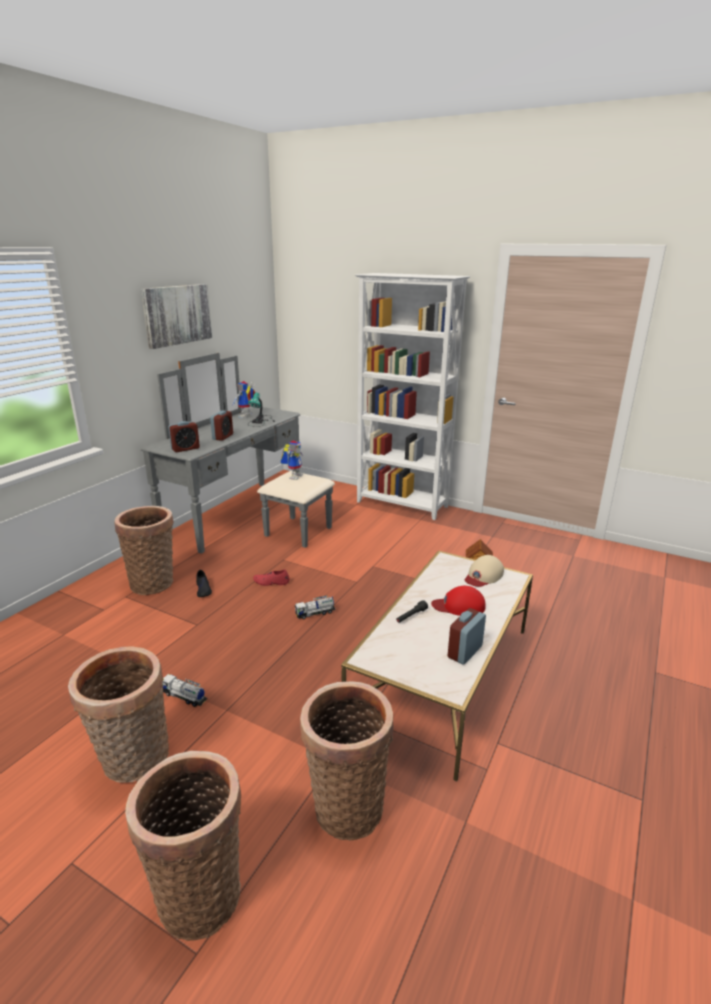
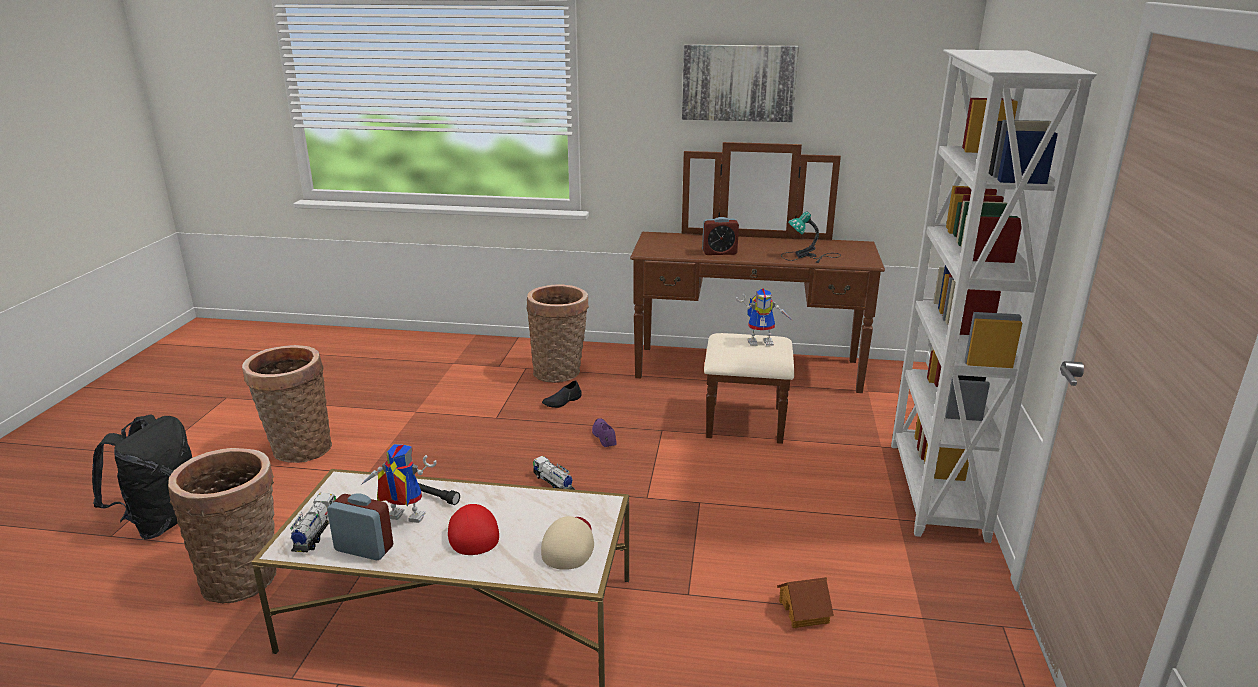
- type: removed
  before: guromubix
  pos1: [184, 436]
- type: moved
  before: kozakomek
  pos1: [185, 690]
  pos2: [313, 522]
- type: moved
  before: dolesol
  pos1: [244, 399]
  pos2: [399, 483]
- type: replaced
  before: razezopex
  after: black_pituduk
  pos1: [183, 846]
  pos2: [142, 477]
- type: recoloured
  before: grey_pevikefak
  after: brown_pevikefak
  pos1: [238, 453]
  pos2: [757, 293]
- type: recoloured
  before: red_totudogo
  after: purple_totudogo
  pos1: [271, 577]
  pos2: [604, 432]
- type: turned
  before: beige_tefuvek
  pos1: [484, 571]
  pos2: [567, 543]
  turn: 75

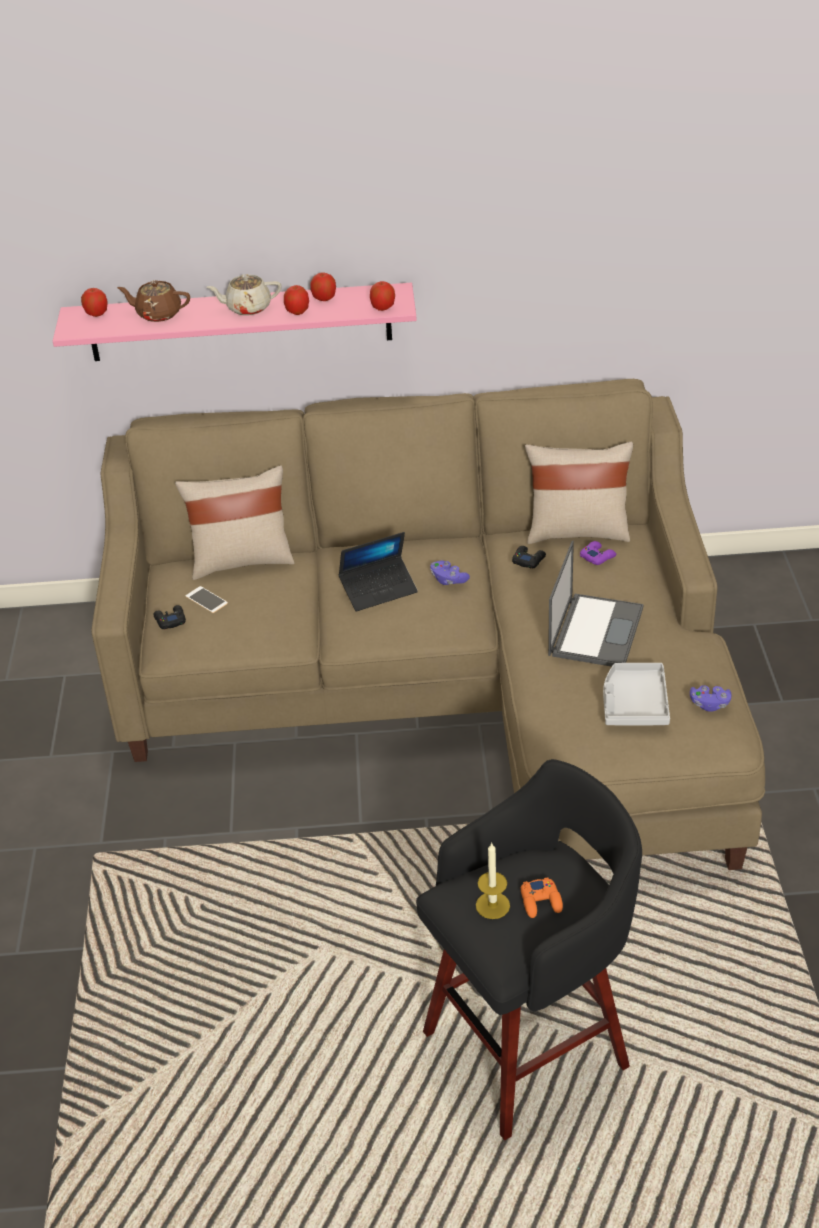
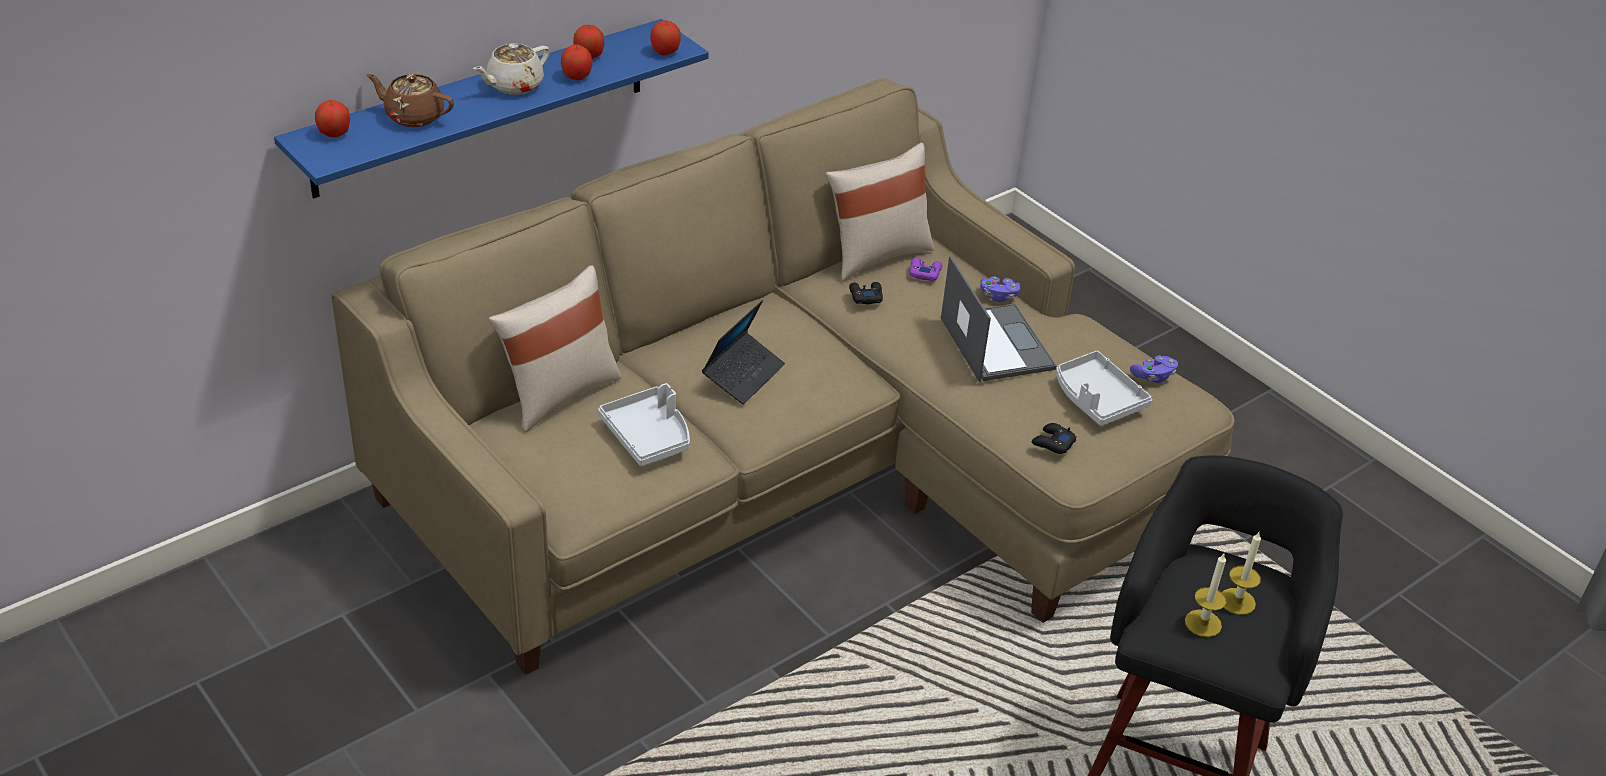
- type: removed
  before: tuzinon
  pos1: [207, 599]
- type: added
  after: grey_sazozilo
  pos2: [644, 424]
- type: moved
  before: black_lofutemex
  pos1: [169, 617]
  pos2: [1054, 438]
- type: moved
  before: purple_lofutemex
  pos1: [450, 573]
  pos2: [1000, 289]
- type: replaced
  before: orange_lofutemex
  after: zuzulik
  pos1: [542, 897]
  pos2: [1241, 573]
- type: recoloured
  before: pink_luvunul
  after: blue_luvunul
  pos1: [235, 322]
  pos2: [491, 108]
- type: turned
  before: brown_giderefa
  pos1: [153, 301]
  pos2: [410, 100]
  turn: 45

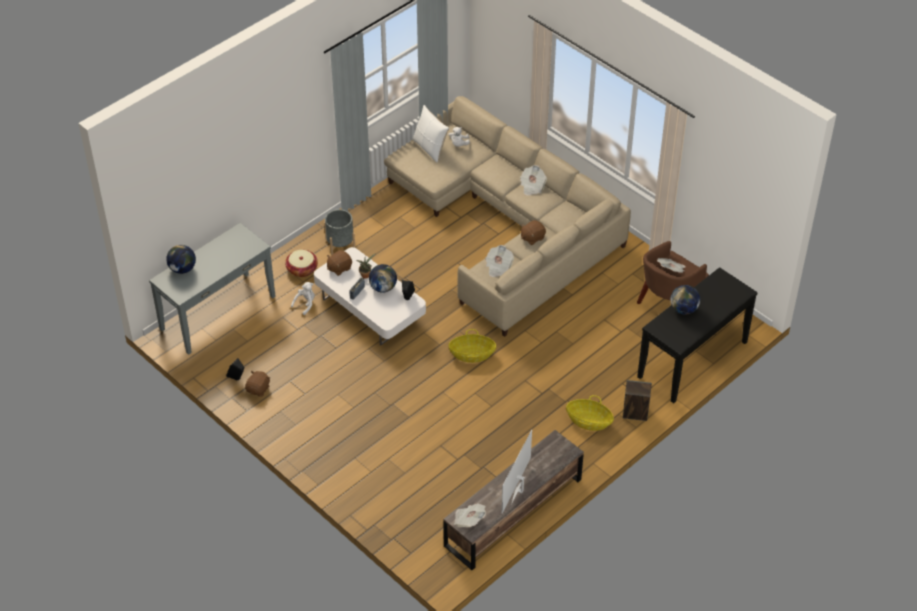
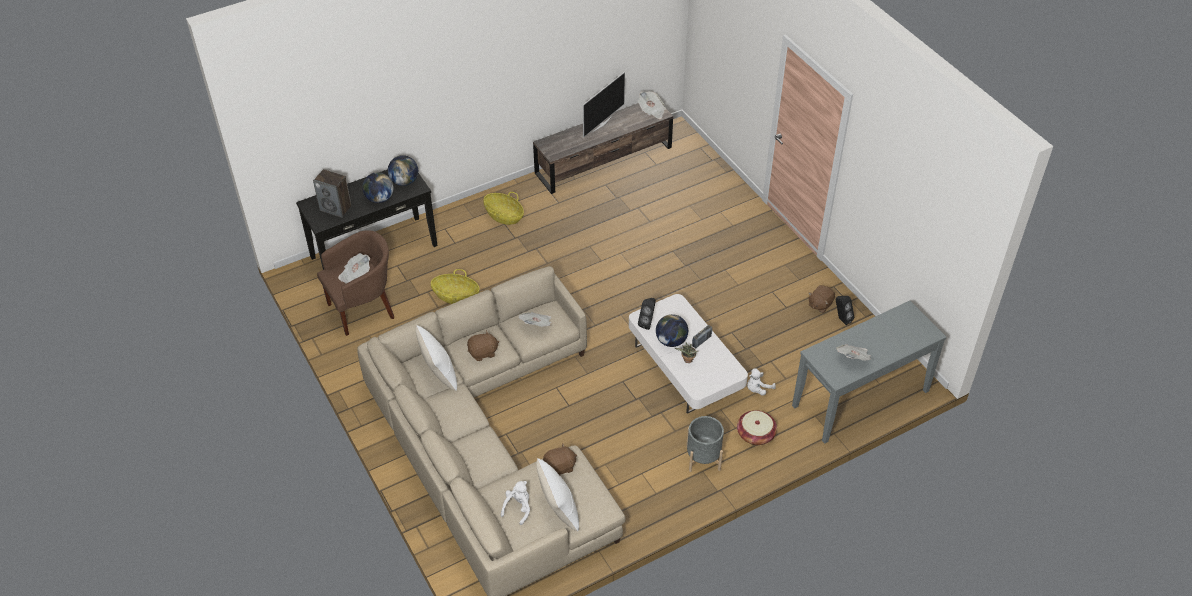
- type: added
  after: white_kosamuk
  pos2: [436, 358]
- type: moved
  before: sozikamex
  pos1: [181, 259]
  pos2: [403, 170]
- type: moved
  before: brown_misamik
  pos1: [339, 263]
  pos2: [560, 459]
- type: moved
  before: razezopex
  pos1: [472, 346]
  pos2: [455, 286]
- type: moved
  before: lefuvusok
  pos1: [533, 180]
  pos2: [853, 352]
- type: moved
  before: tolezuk
  pos1: [637, 400]
  pos2: [332, 193]

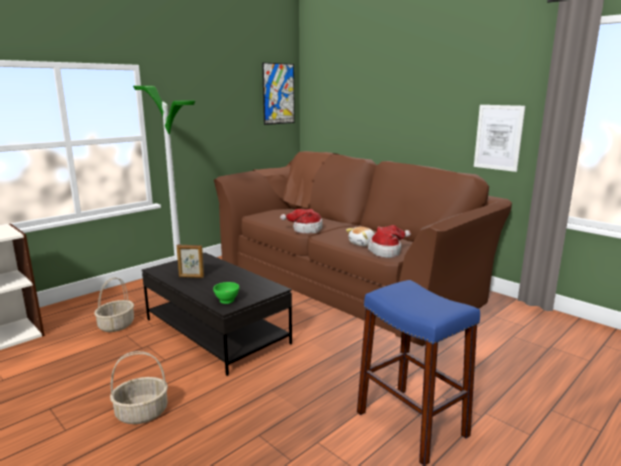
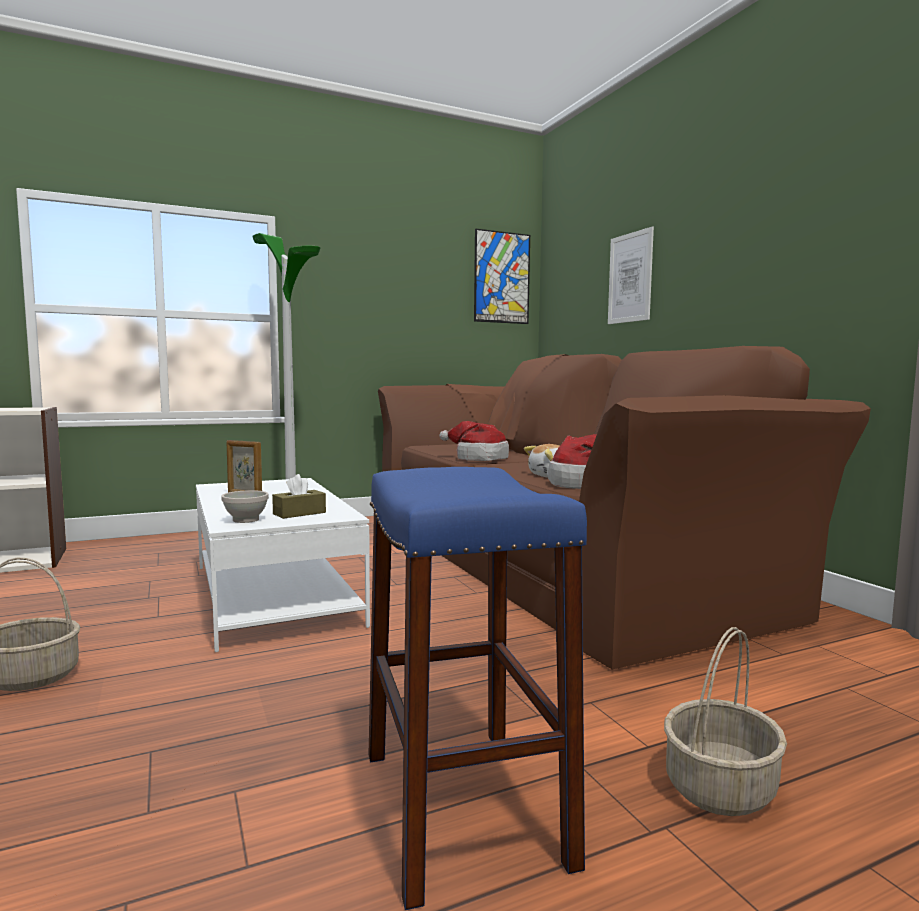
- type: added
  after: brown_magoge
  pos2: [299, 496]
- type: moved
  before: razezopex
  pos1: [114, 304]
  pos2: [725, 721]
- type: moved
  before: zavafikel
  pos1: [499, 138]
  pos2: [631, 275]
- type: recoloured
  before: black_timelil
  after: white_timelil
  pos1: [217, 314]
  pos2: [283, 565]
- type: recoloured
  before: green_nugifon
  after: white_nugifon
  pos1: [226, 293]
  pos2: [245, 506]

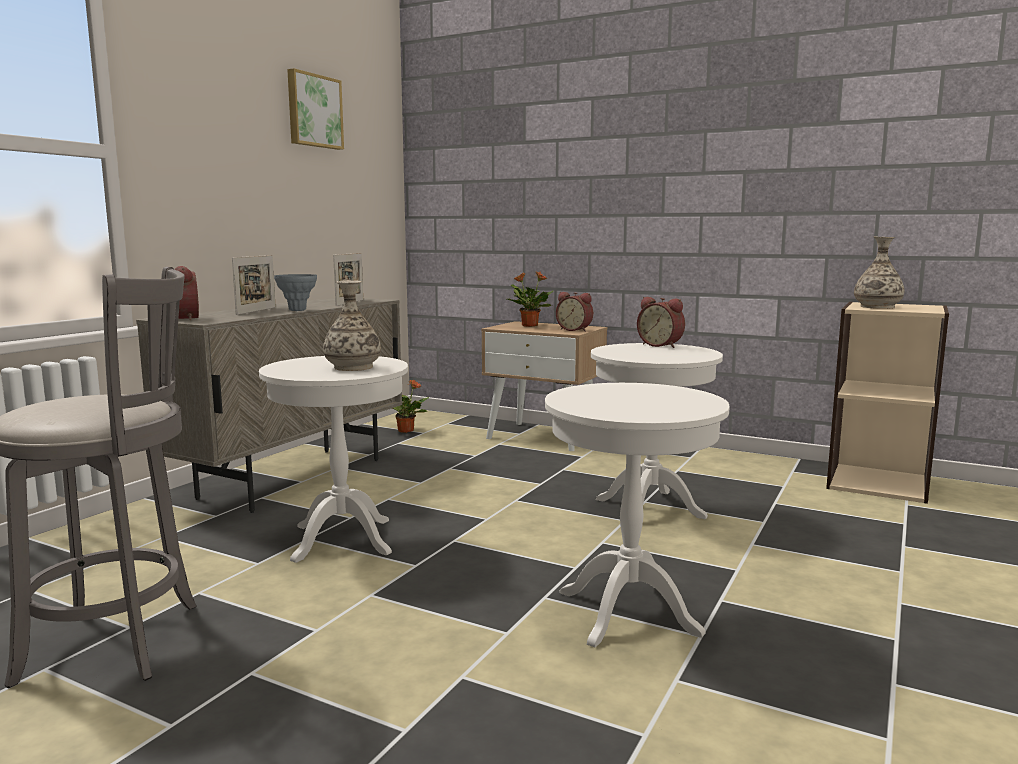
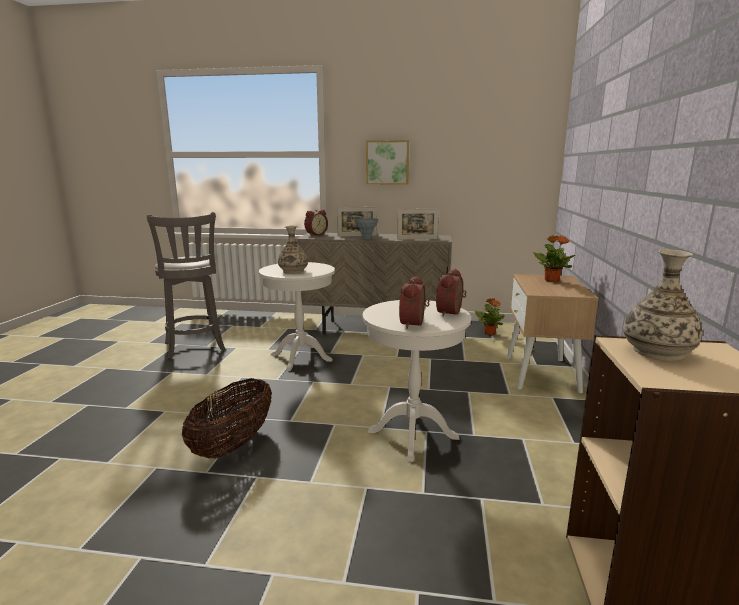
- type: moved
  before: zavafikel
  pos1: [315, 109]
  pos2: [387, 162]
- type: moved
  before: guromubix
  pos1: [574, 312]
  pos2: [414, 302]
- type: replaced
  before: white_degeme
  after: razezopex
  pos1: [637, 515]
  pos2: [227, 418]

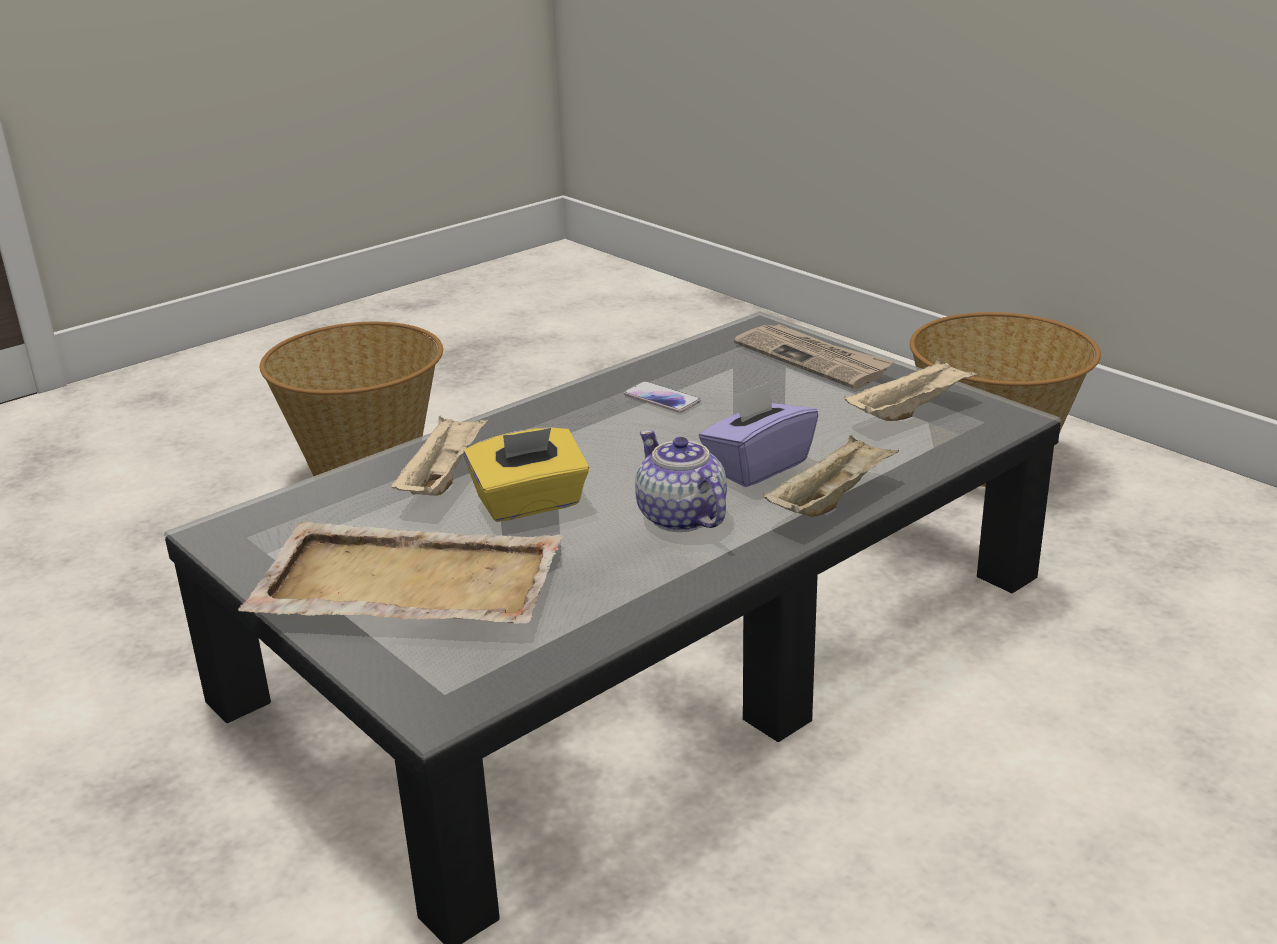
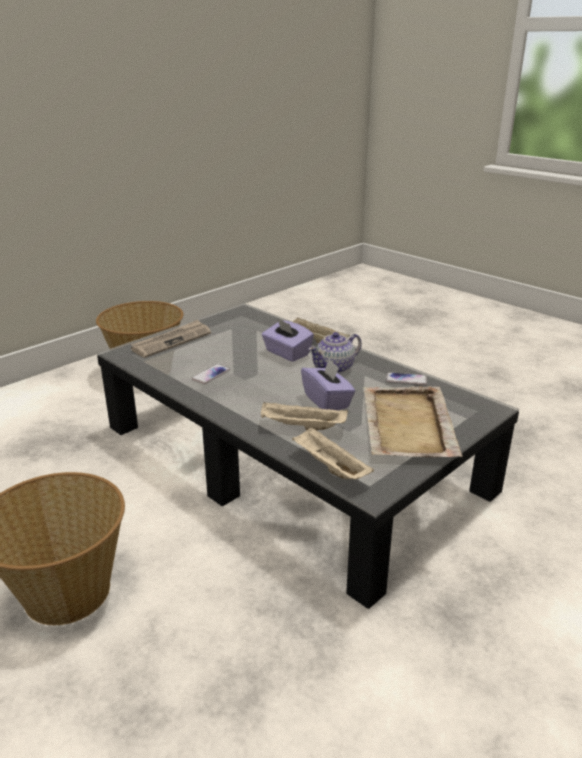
- type: added
  after: tuzinon
  pos2: [406, 378]
- type: moved
  before: beige_sazozilo
  pos1: [911, 389]
  pos2: [333, 453]
- type: recoloured
  before: yellow_magoge
  after: purple_magoge
  pos1: [526, 474]
  pos2: [328, 384]

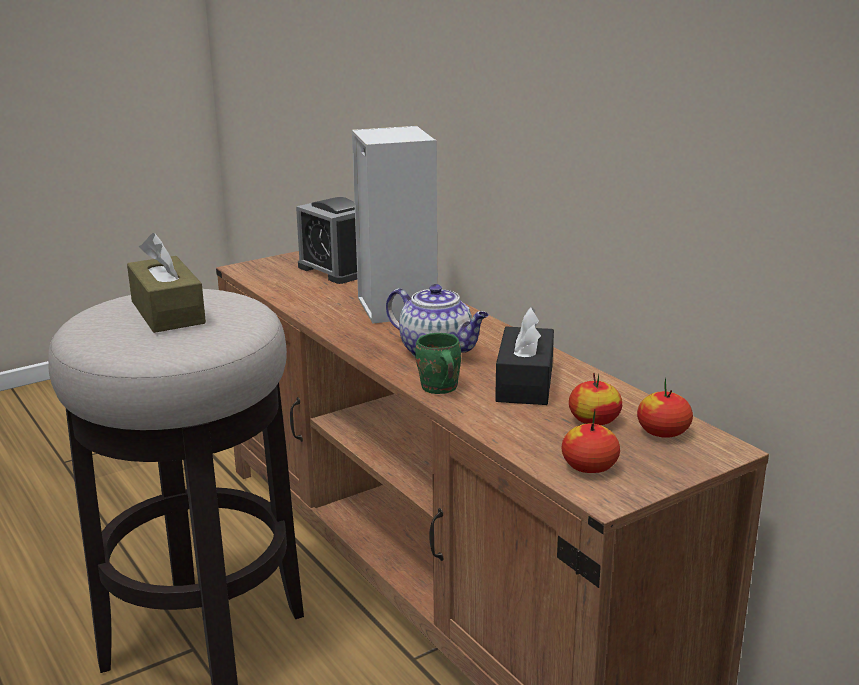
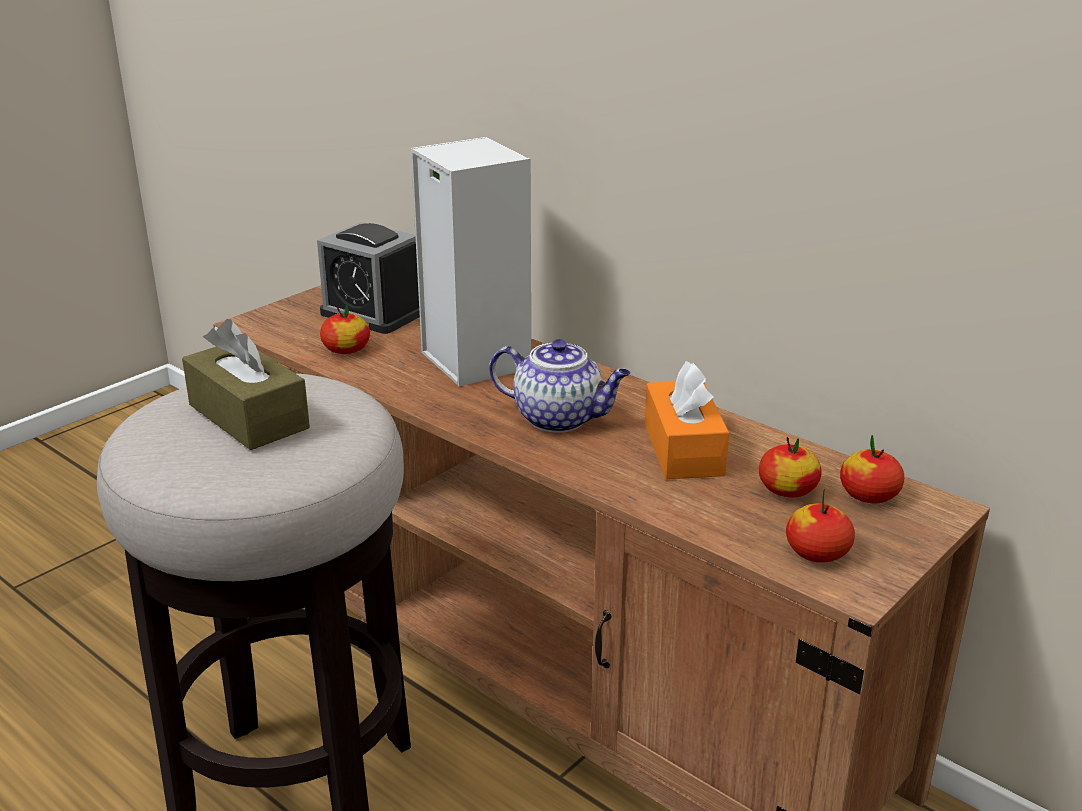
- type: removed
  before: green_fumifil
  pos1: [438, 363]
- type: added
  after: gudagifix
  pos2: [345, 329]
- type: recoloured
  before: black_magoge
  after: orange_magoge
  pos1: [524, 356]
  pos2: [687, 420]

